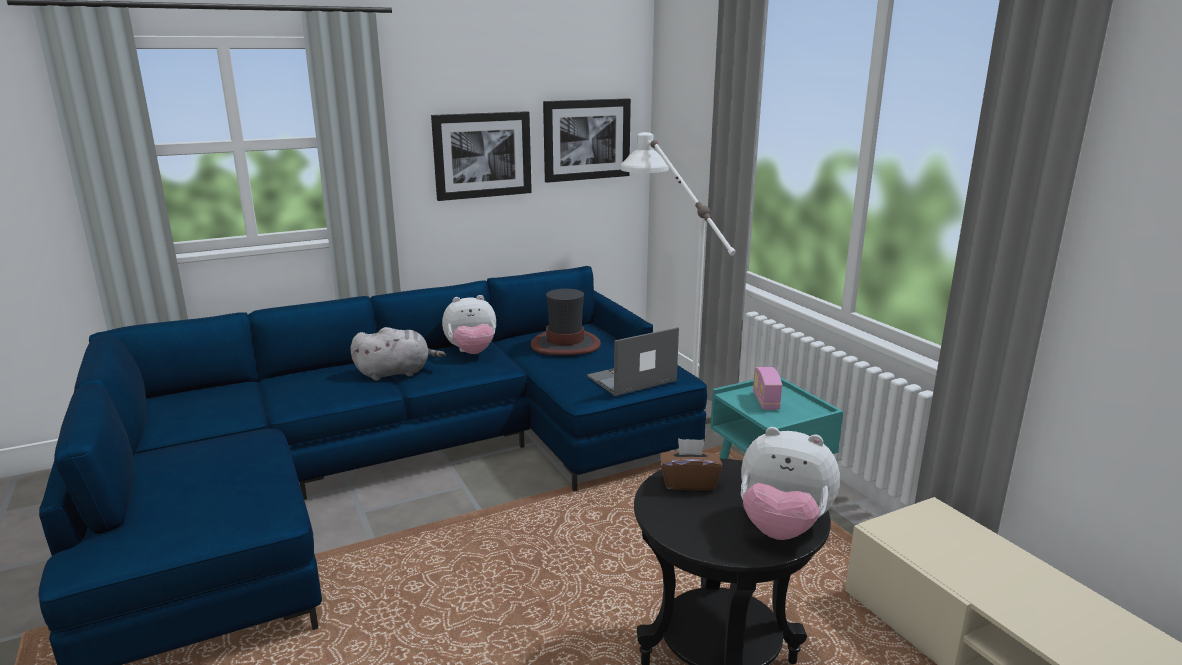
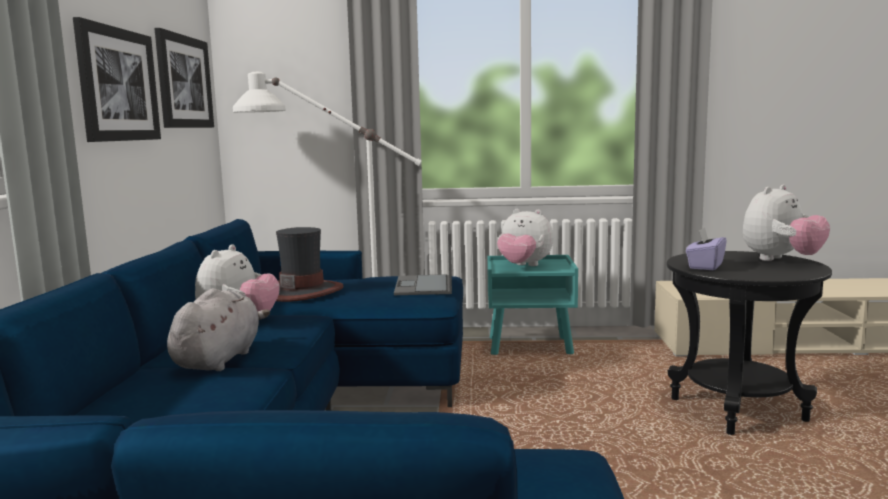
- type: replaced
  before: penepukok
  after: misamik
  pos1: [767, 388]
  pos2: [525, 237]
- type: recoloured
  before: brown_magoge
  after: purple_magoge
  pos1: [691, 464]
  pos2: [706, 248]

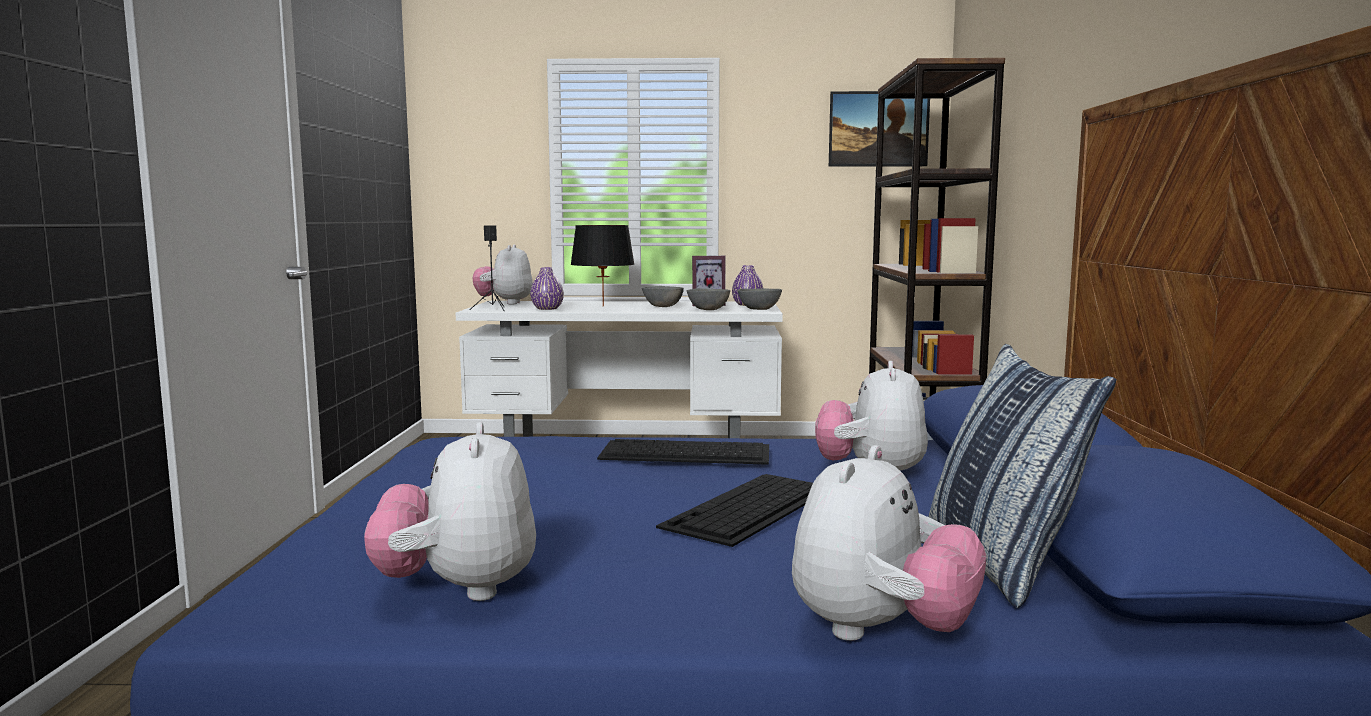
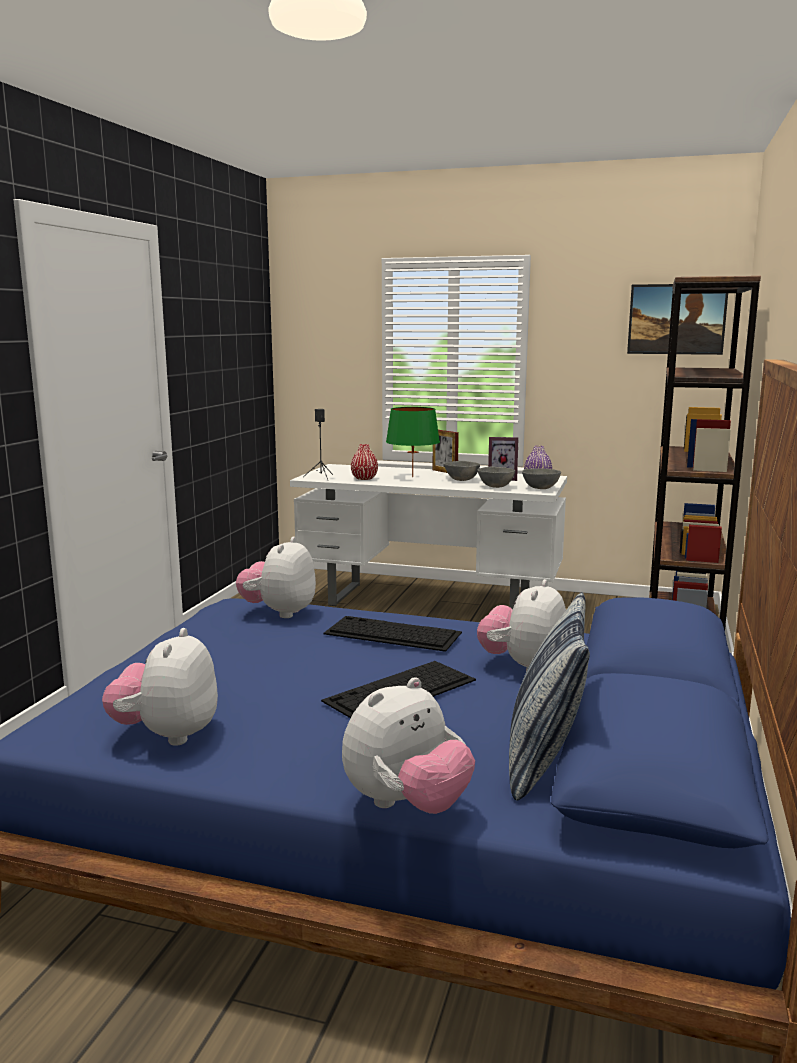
- type: added
  after: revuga
  pos2: [445, 451]
- type: moved
  before: misamik
  pos1: [503, 274]
  pos2: [276, 577]
- type: recoloured
  before: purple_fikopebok
  after: red_fikopebok
  pos1: [547, 288]
  pos2: [364, 462]
- type: recoloured
  before: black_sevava
  after: green_sevava
  pos1: [602, 266]
  pos2: [413, 442]

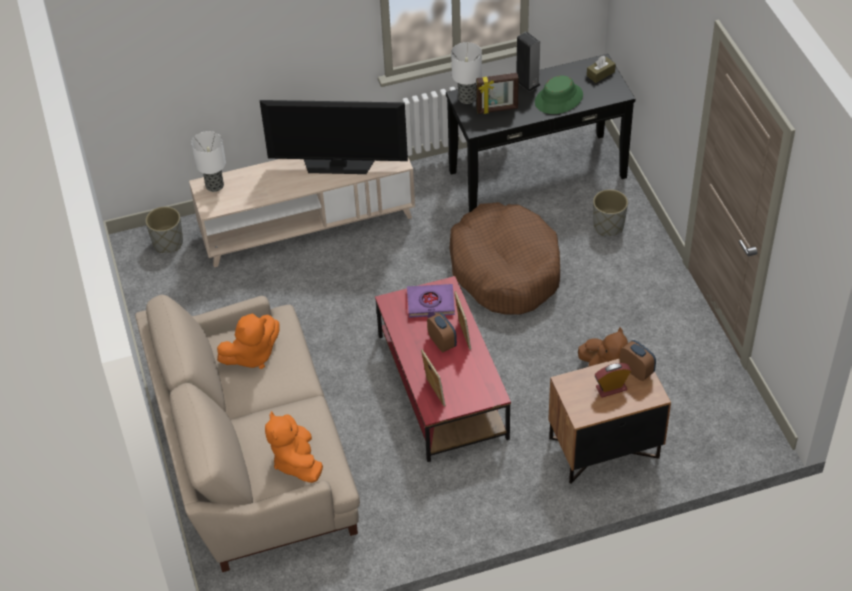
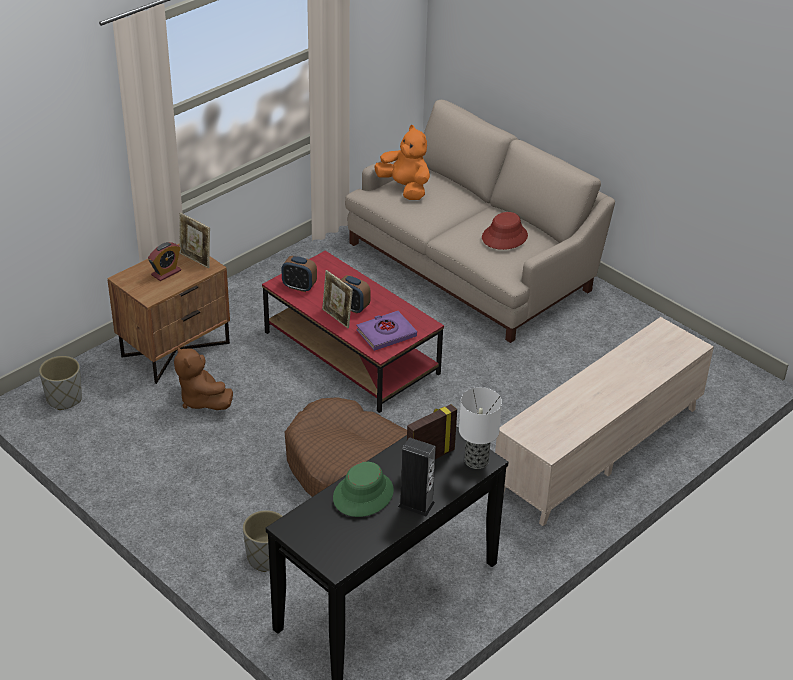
- type: removed
  before: sevava
  pos1: [208, 161]
- type: removed
  before: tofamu
  pos1: [334, 137]
- type: removed
  before: brown_magoge
  pos1: [601, 69]
- type: moved
  before: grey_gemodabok
  pos1: [164, 230]
  pos2: [60, 383]
- type: moved
  before: revuga
  pos1: [433, 378]
  pos2: [195, 240]
- type: moved
  before: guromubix
  pos1: [638, 360]
  pos2: [299, 274]
- type: replaced
  before: orange_misamik
  after: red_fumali
  pos1: [248, 341]
  pos2: [505, 231]

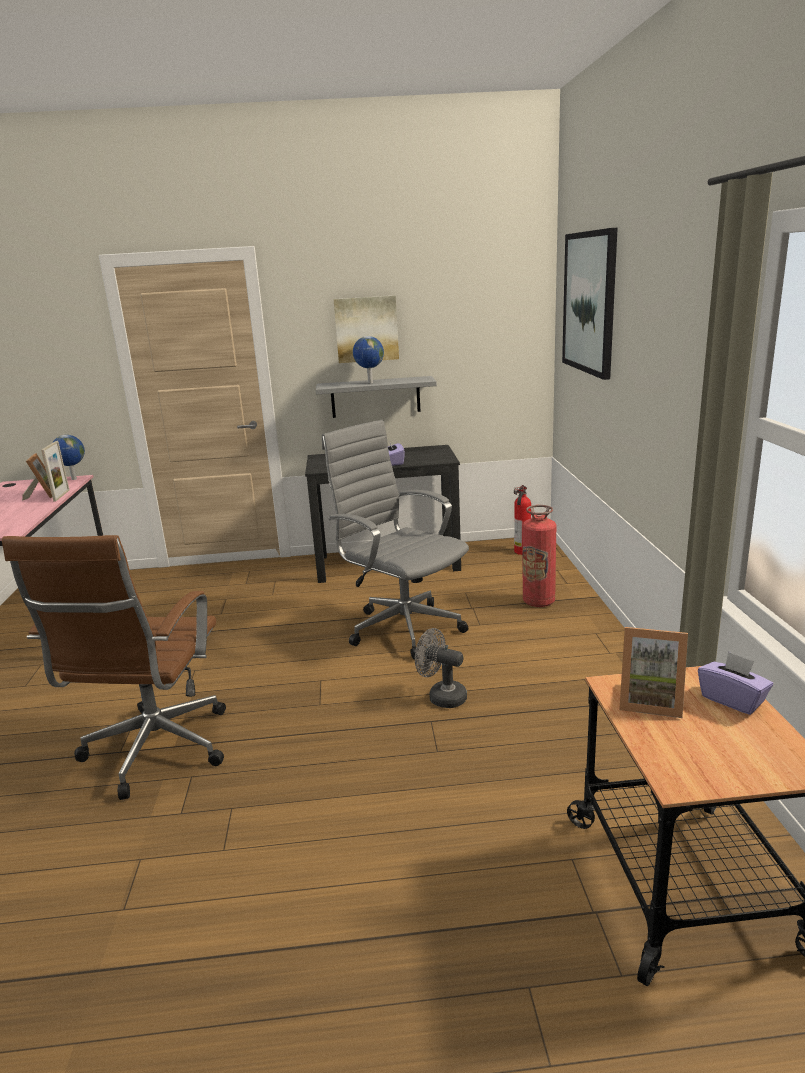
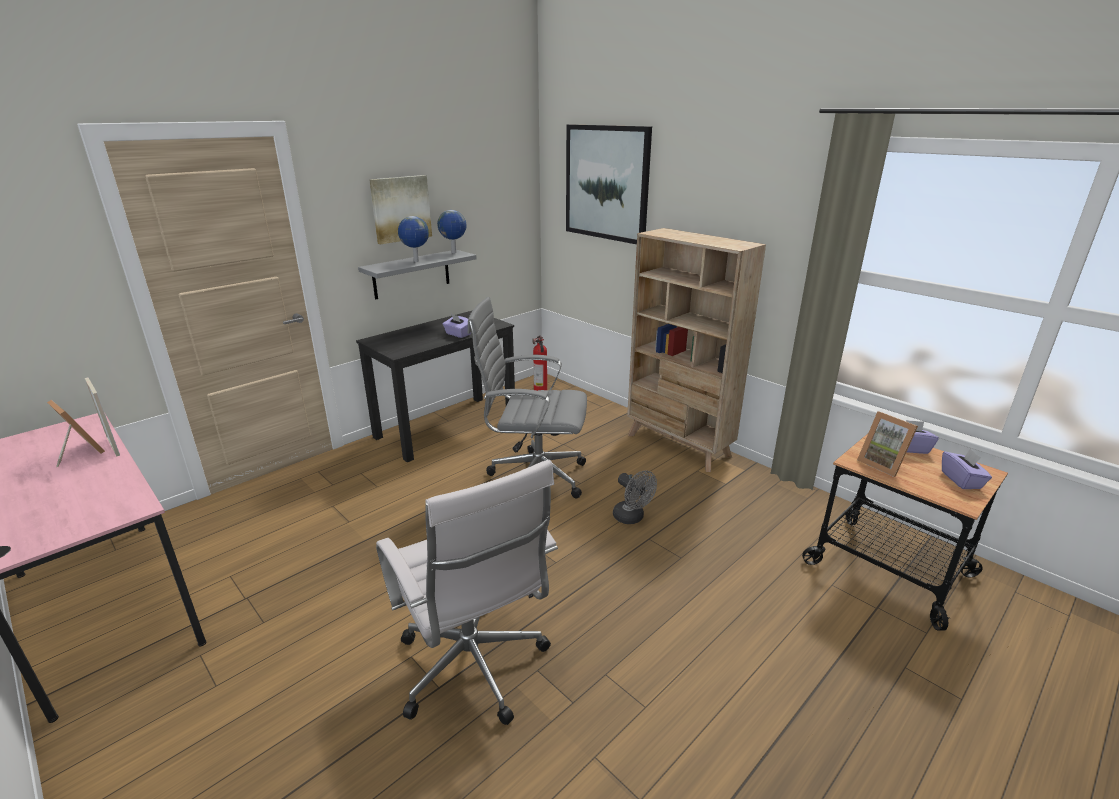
- type: removed
  before: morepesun
  pos1: [539, 556]
- type: added
  after: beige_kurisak
  pos2: [696, 350]
- type: added
  after: purple_magoge
  pos2: [967, 468]
- type: moved
  before: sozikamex
  pos1: [68, 457]
  pos2: [451, 231]
- type: recoloured
  before: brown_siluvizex
  after: white_siluvizex
  pos1: [114, 667]
  pos2: [467, 592]
- type: turned
  before: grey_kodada
  pos1: [441, 668]
  pos2: [635, 497]
  turn: -120
- type: turned
  before: revuga
  pos1: [653, 672]
  pos2: [887, 444]
  turn: 75

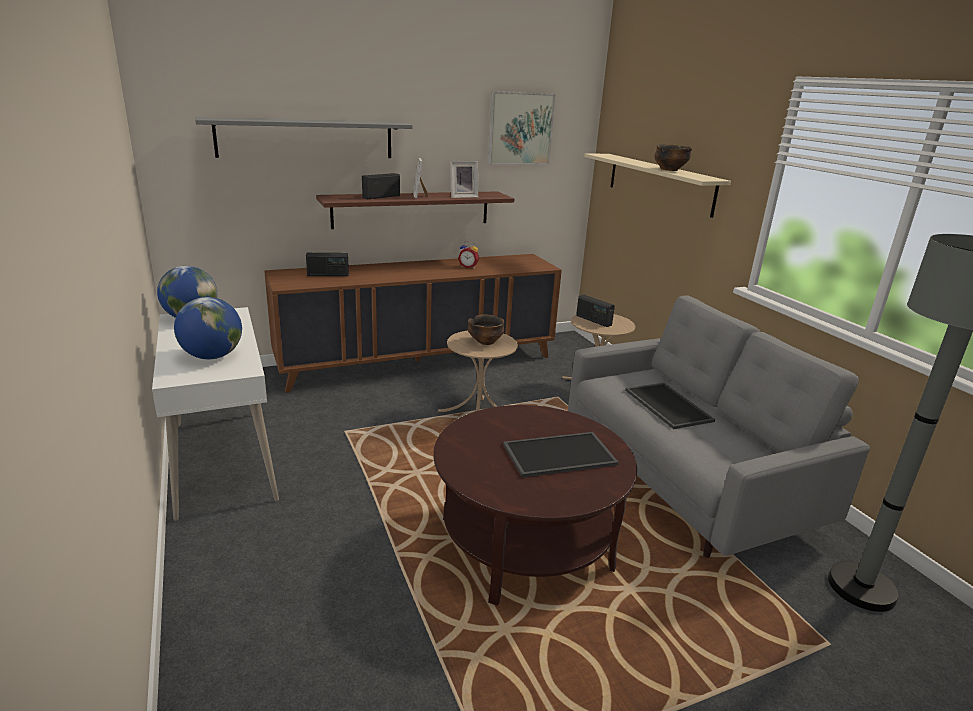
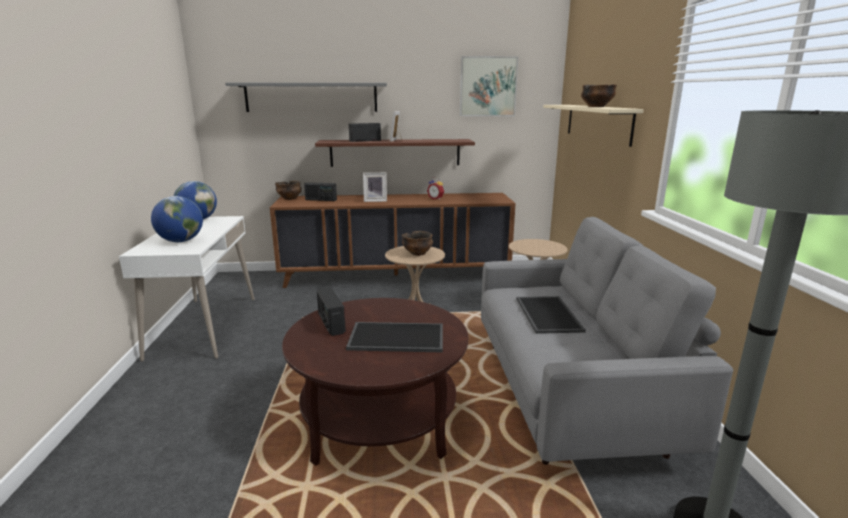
- type: added
  after: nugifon
  pos2: [288, 190]
- type: moved
  before: revuga
  pos1: [464, 179]
  pos2: [375, 187]
- type: moved
  before: penepukok
  pos1: [595, 311]
  pos2: [331, 311]

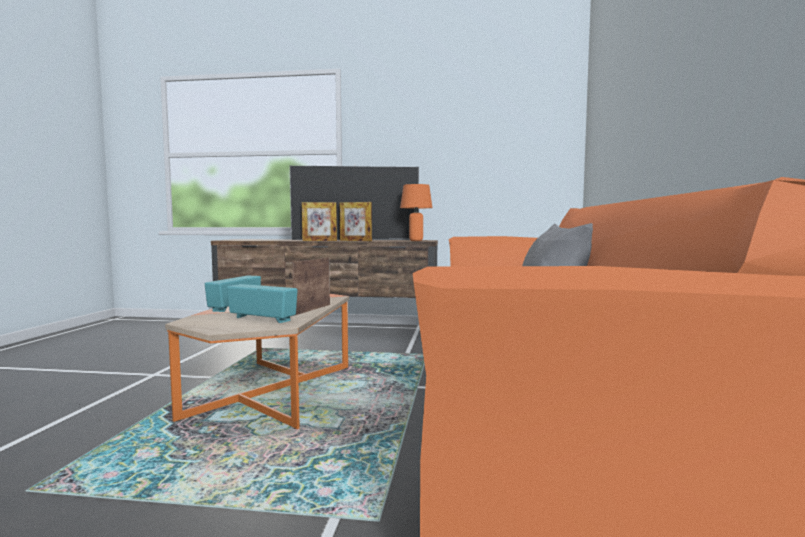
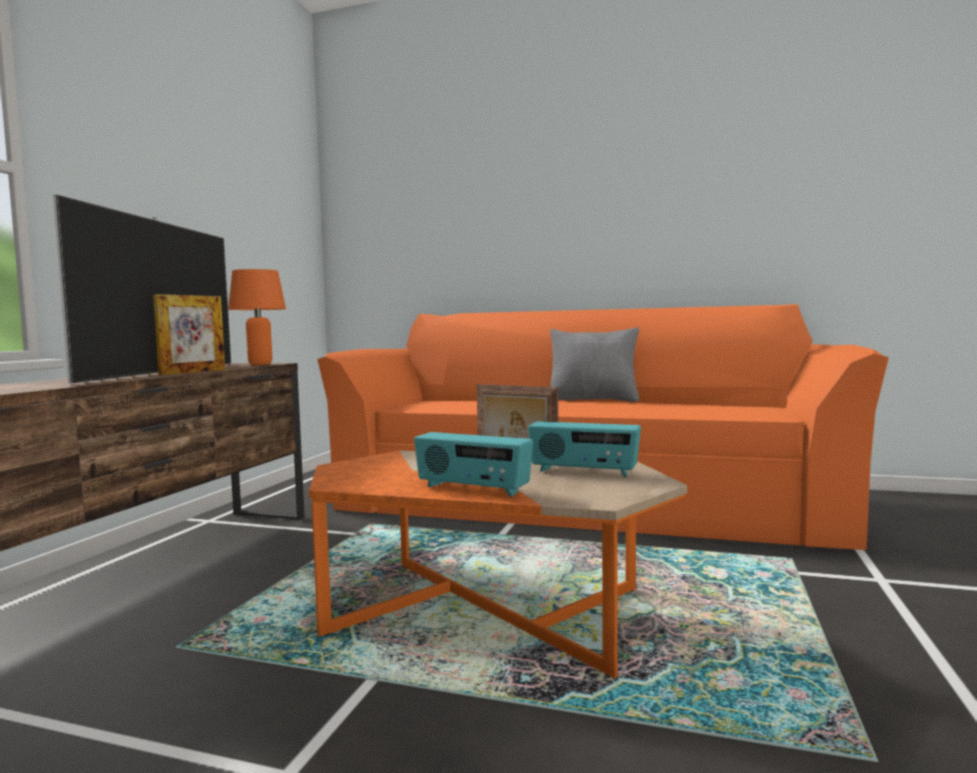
- type: removed
  before: revuga
  pos1: [319, 221]
- type: turned
  before: penepukok
  pos1: [262, 303]
  pos2: [584, 449]
  turn: -105

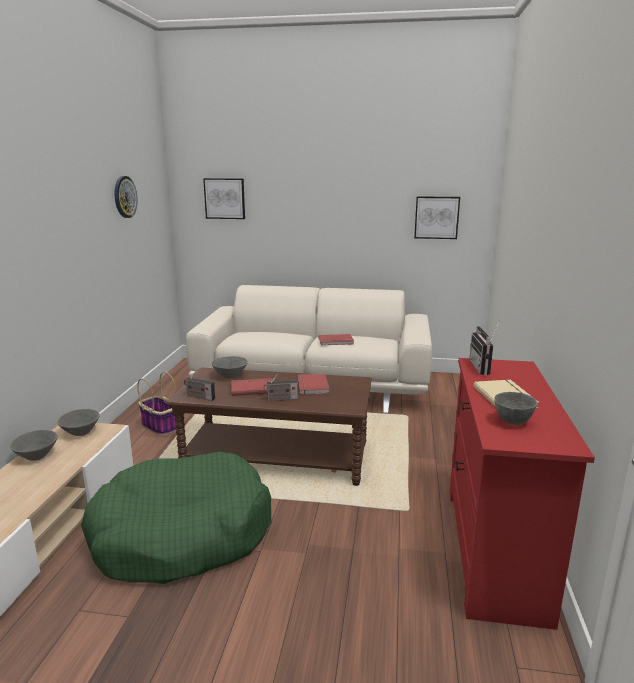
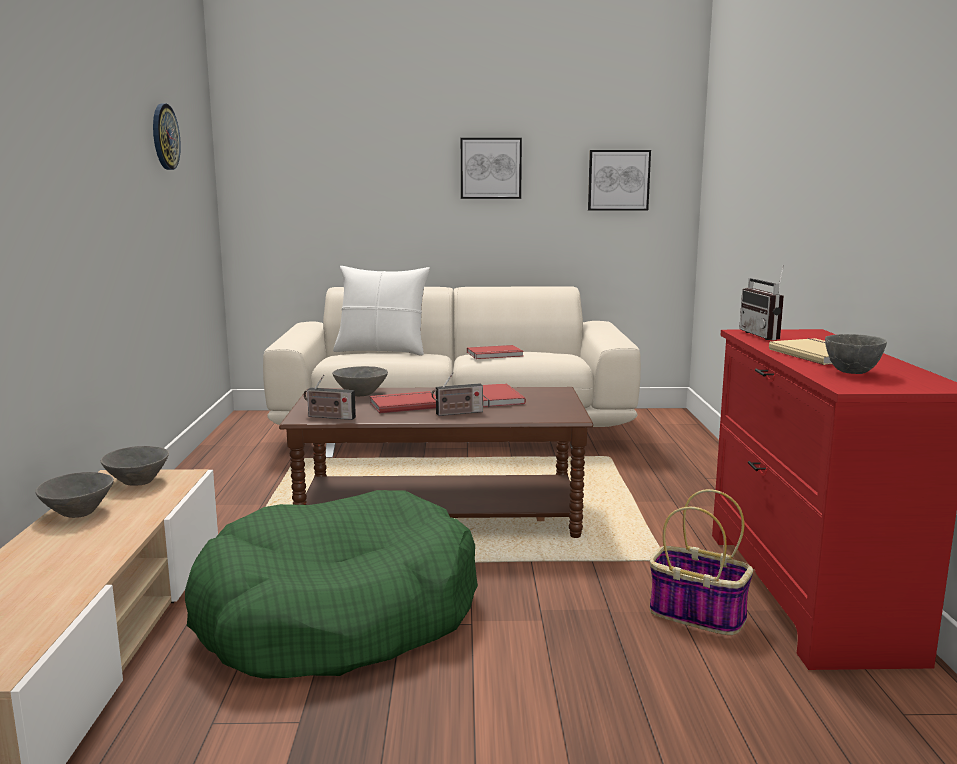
- type: added
  after: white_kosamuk
  pos2: [381, 310]
- type: moved
  before: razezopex
  pos1: [156, 404]
  pos2: [701, 562]
- type: moved
  before: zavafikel
  pos1: [224, 198]
  pos2: [491, 168]

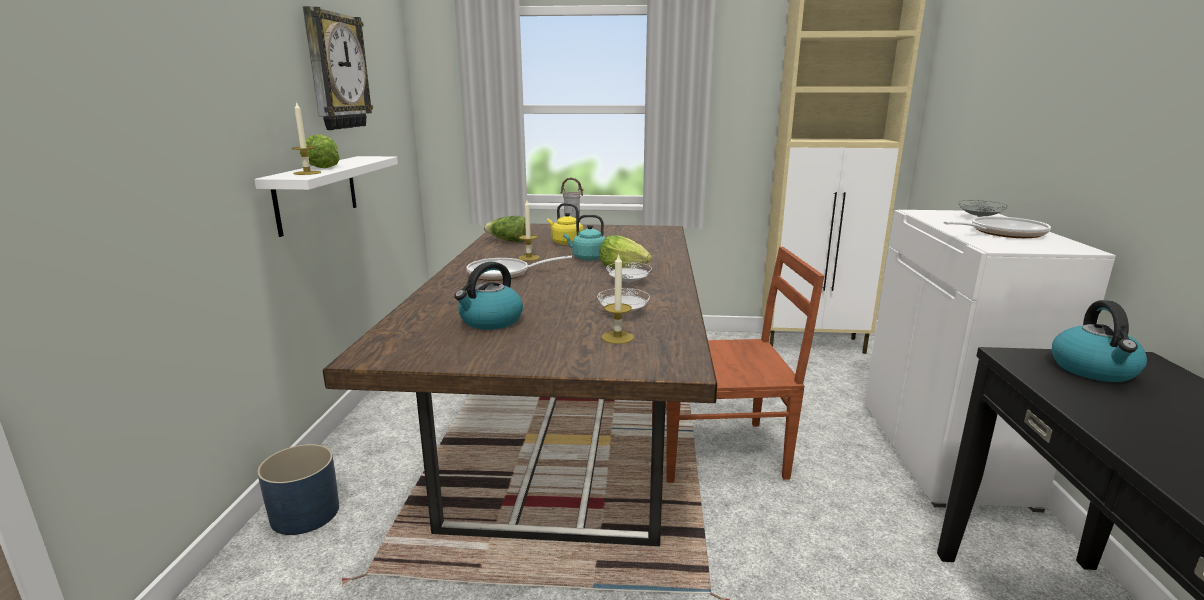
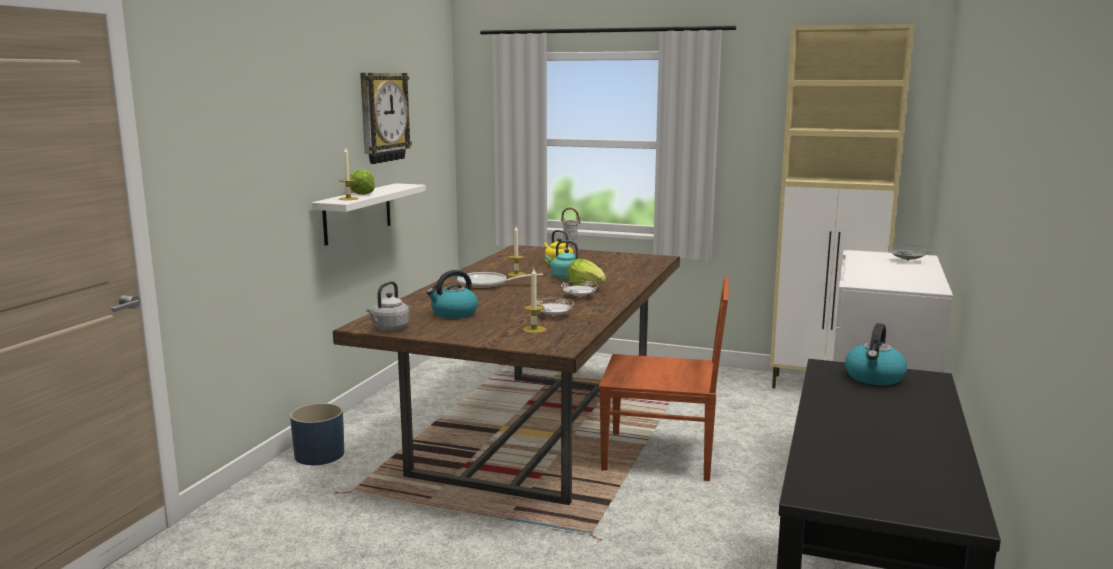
- type: removed
  before: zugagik
  pos1: [505, 229]
- type: removed
  before: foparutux
  pos1: [997, 227]
- type: added
  after: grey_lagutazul
  pos2: [388, 306]

